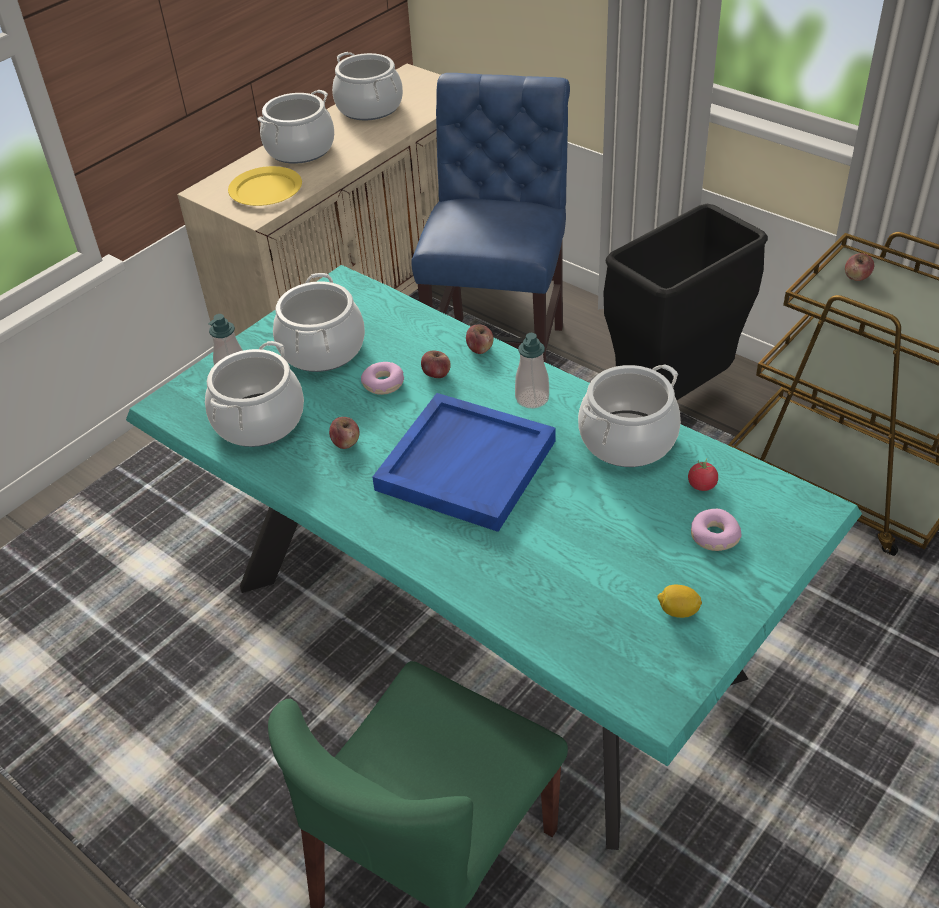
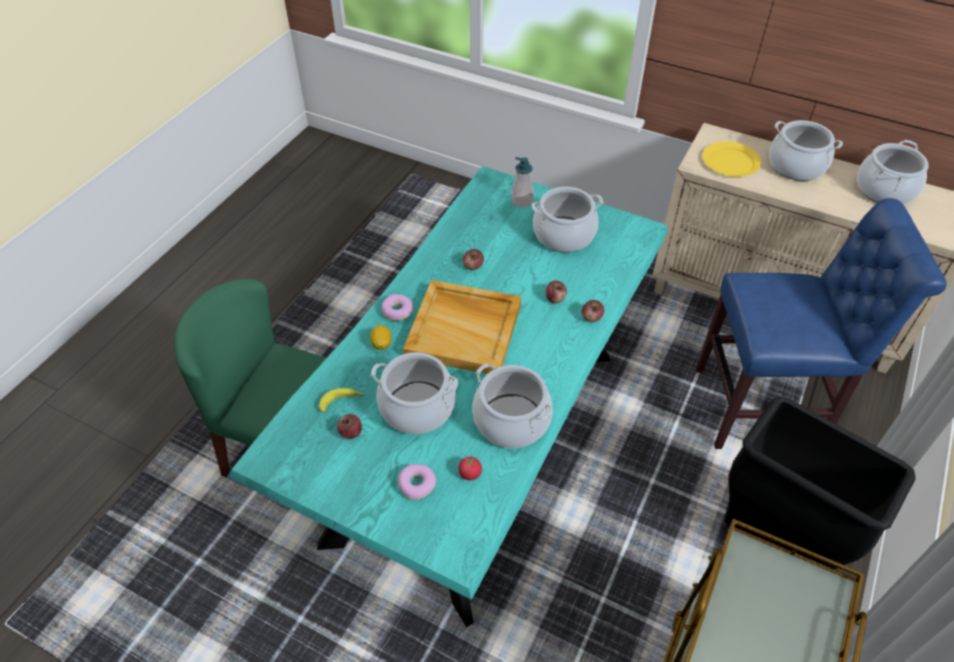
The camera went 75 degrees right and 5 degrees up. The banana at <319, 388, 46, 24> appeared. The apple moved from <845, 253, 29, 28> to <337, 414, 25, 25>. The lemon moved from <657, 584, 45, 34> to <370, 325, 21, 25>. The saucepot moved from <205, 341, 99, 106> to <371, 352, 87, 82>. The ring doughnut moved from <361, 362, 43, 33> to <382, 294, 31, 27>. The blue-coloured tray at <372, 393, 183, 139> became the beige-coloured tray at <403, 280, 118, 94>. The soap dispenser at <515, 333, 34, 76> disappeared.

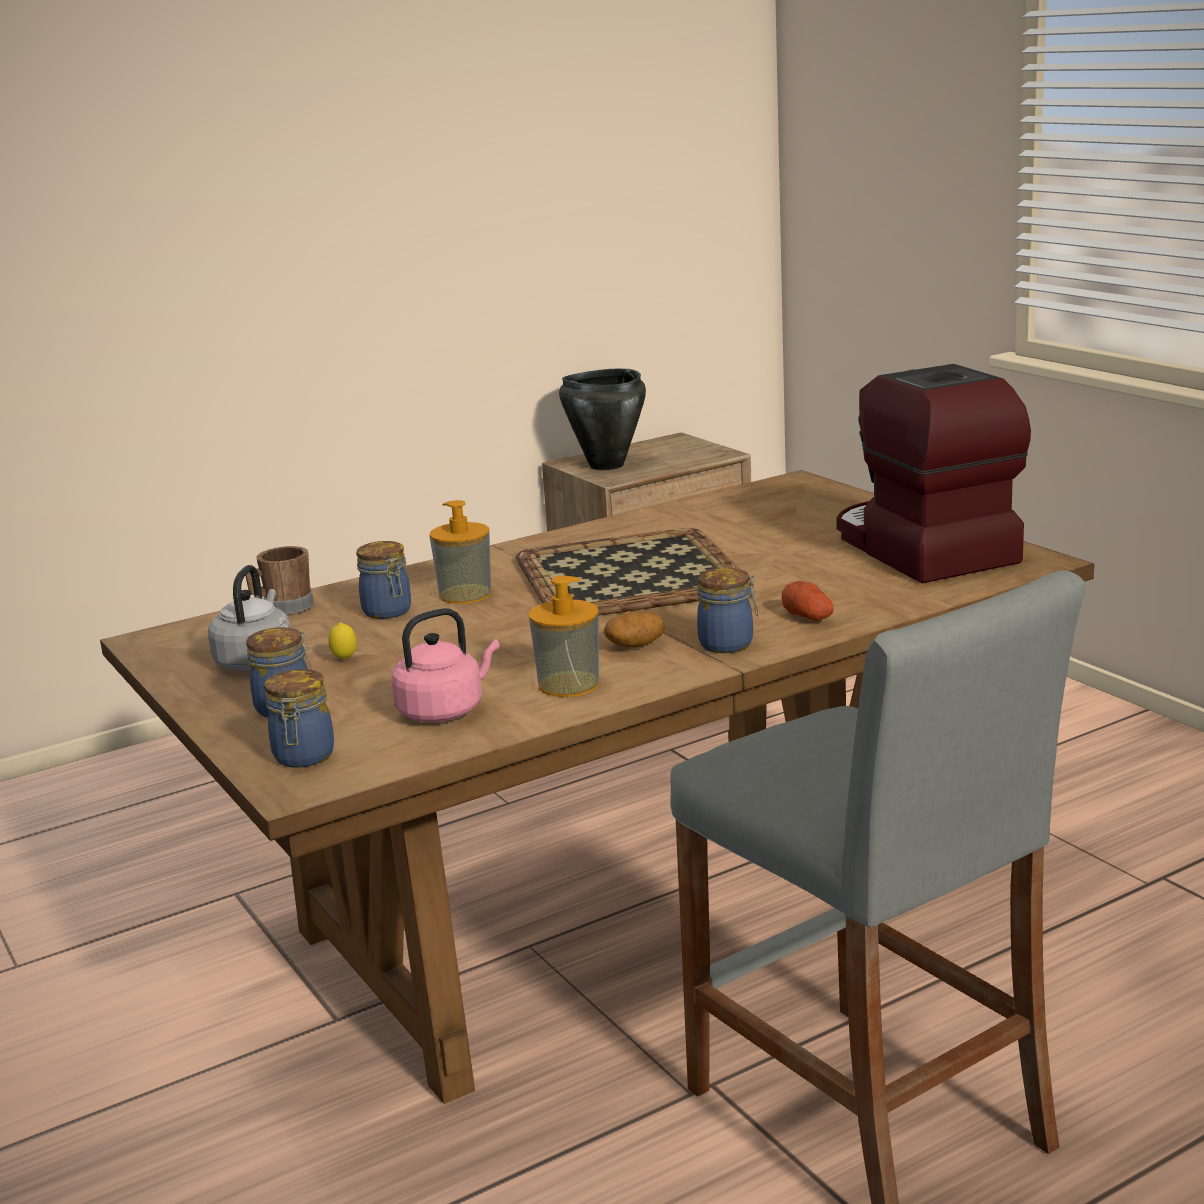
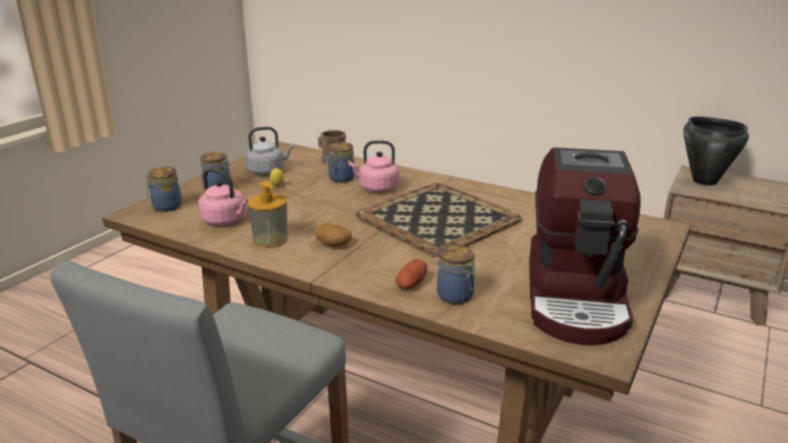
The camera went 60 degrees right and 5 degrees up. The soap dispenser at <430, 500, 61, 104> was replaced by the pinkish kettle at <348, 140, 51, 52>. The jar moved from <697, 567, 61, 86> to <437, 245, 38, 59>. The coffee machine at <836, 364, 195, 219> turned 150 degrees clockwise.

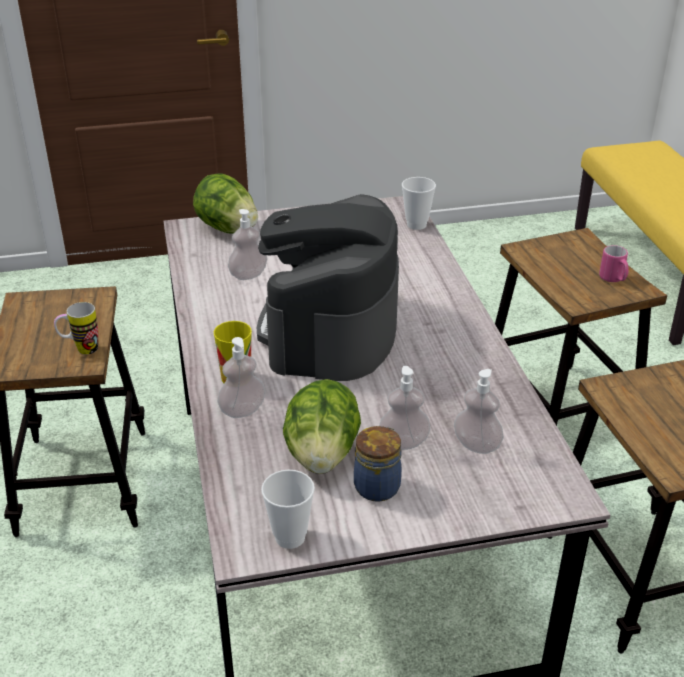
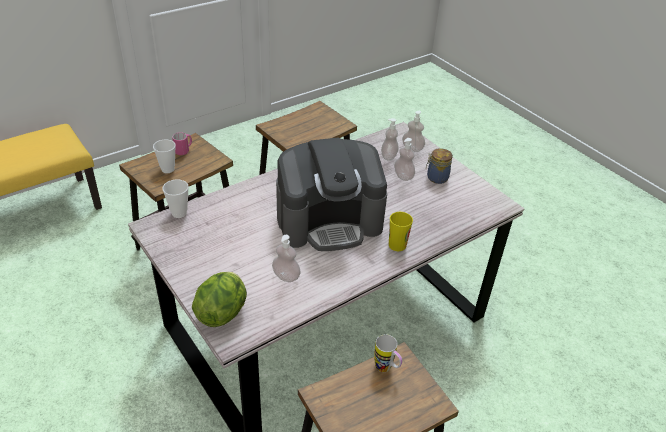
The camera went 115 degrees left and 5 degrees up. The cup moved from <261, 470, 54, 79> to <153, 140, 23, 33>. The soap dispenser moved from <217, 337, 49, 81> to <402, 111, 23, 41>. The head of lettuce at <283, 379, 78, 95> disappeared.

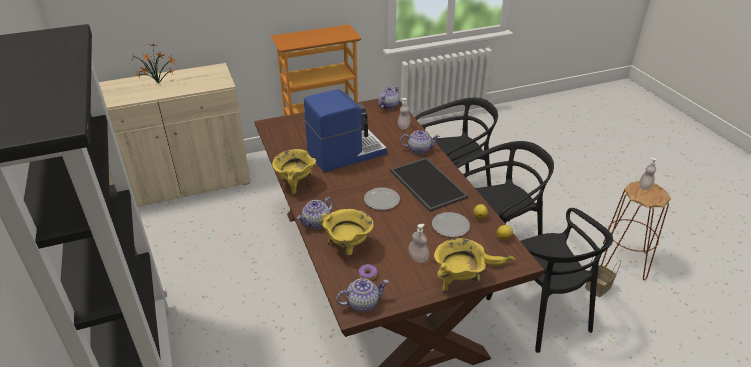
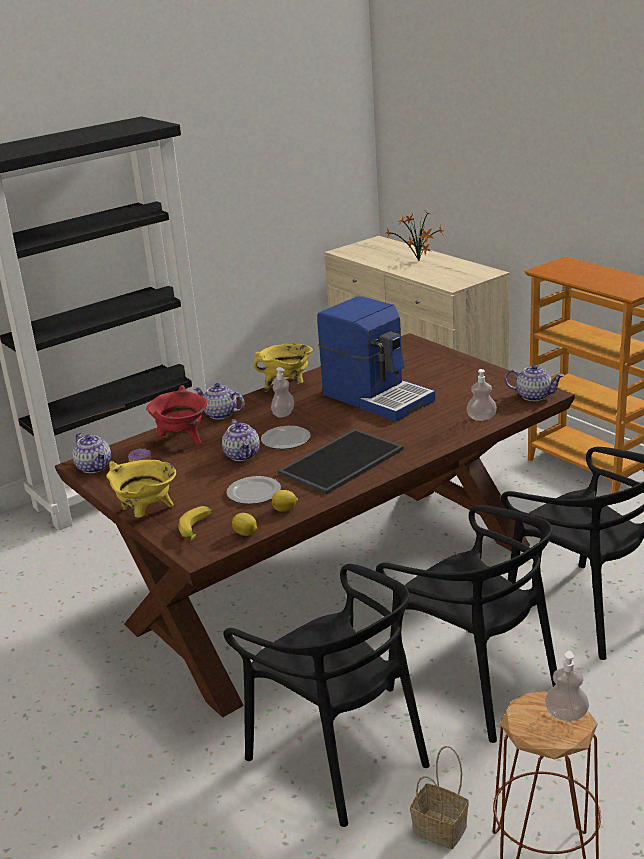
The camera went 75 degrees right and 10 degrees down. The yellow saucepot at <321, 209, 52, 46> became the red-coloured saucepot at <146, 385, 61, 61>. The tea pot moved from <400, 130, 40, 24> to <222, 419, 38, 42>. The blackish plain chair at <486, 208, 127, 145> turned 90 degrees counterclockwise. The soap dispenser moved from <408, 224, 21, 39> to <271, 367, 23, 51>.

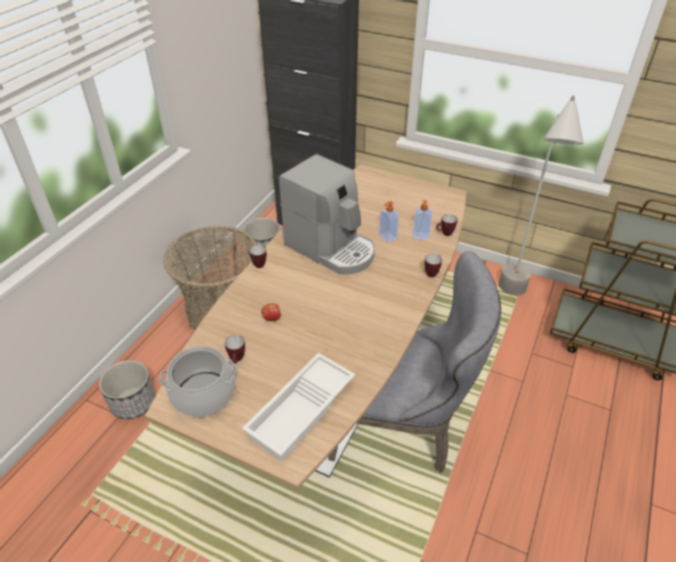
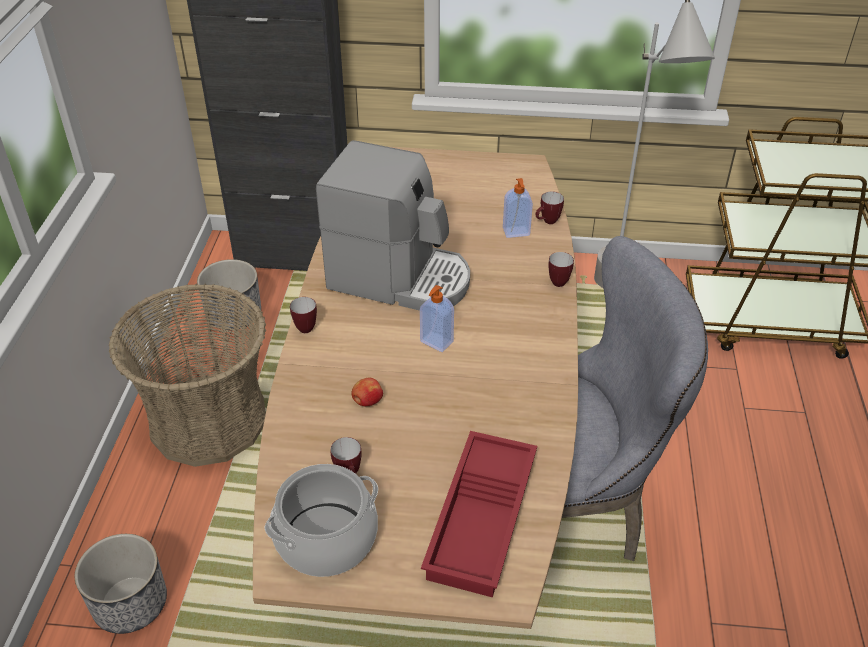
The camera went 20 degrees left and 0 degrees up. The soap dispenser moved from <379, 201, 20, 42> to <420, 285, 34, 67>. The white-coloured tray at <242, 353, 113, 108> became the red-coloured tray at <421, 431, 116, 167>.

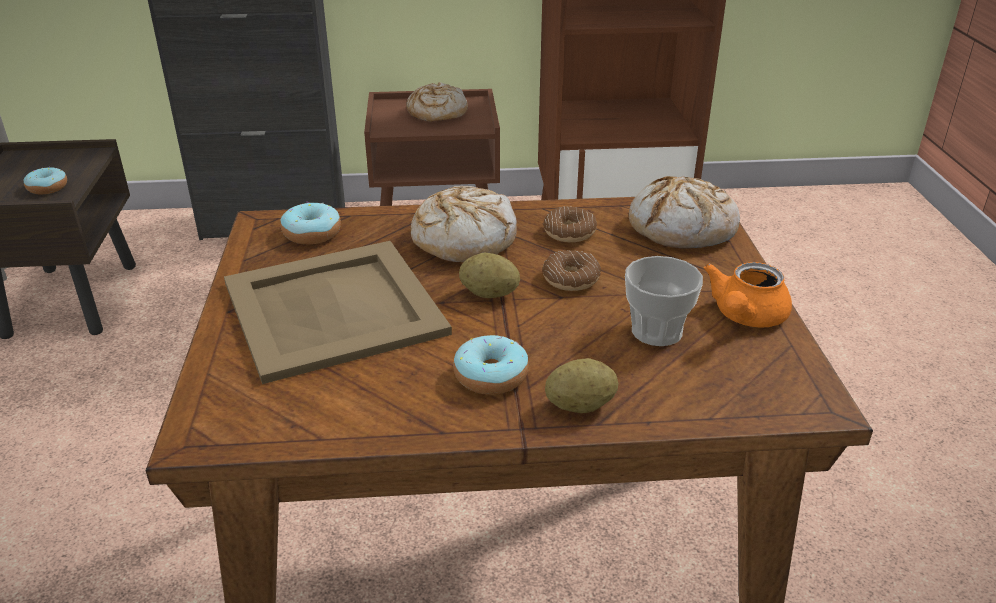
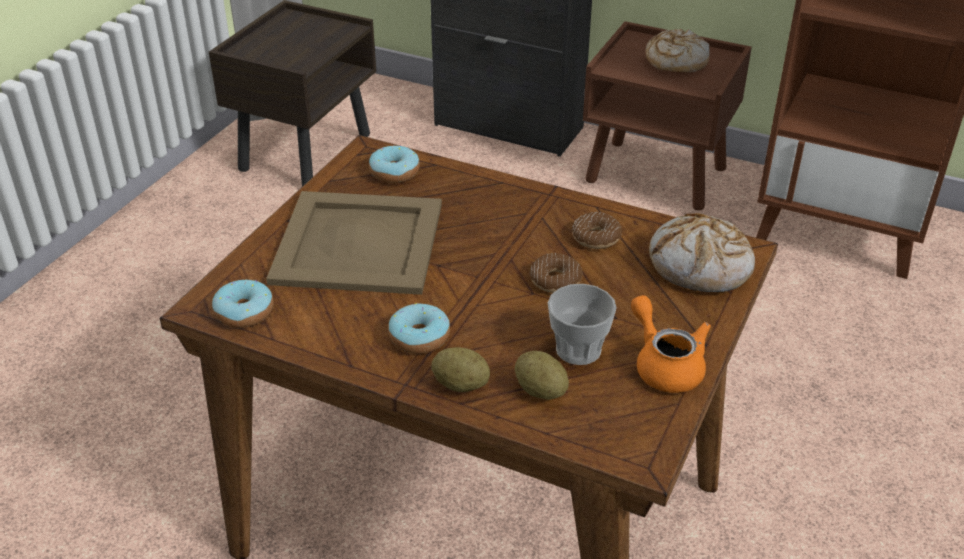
The camera went 30 degrees right and 5 degrees up. The ring doughnut moved from <23, 167, 44, 27> to <212, 280, 62, 48>. The spud moved from <459, 253, 61, 45> to <515, 351, 54, 49>. The orange tea pot at <704, 262, 88, 66> turned 90 degrees clockwise. The bakery bread at <411, 186, 106, 76> disappeared.

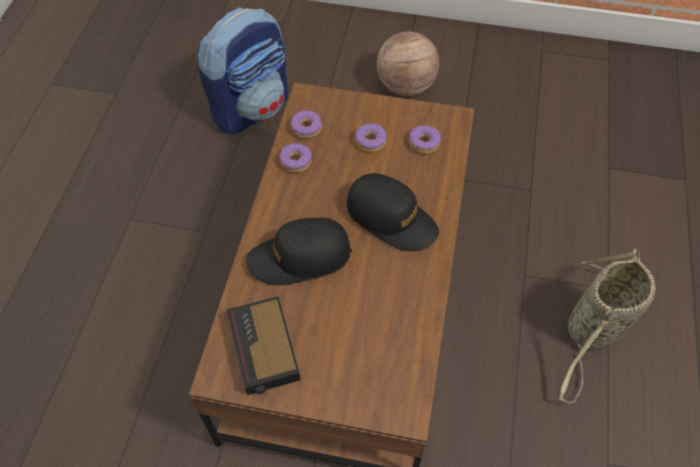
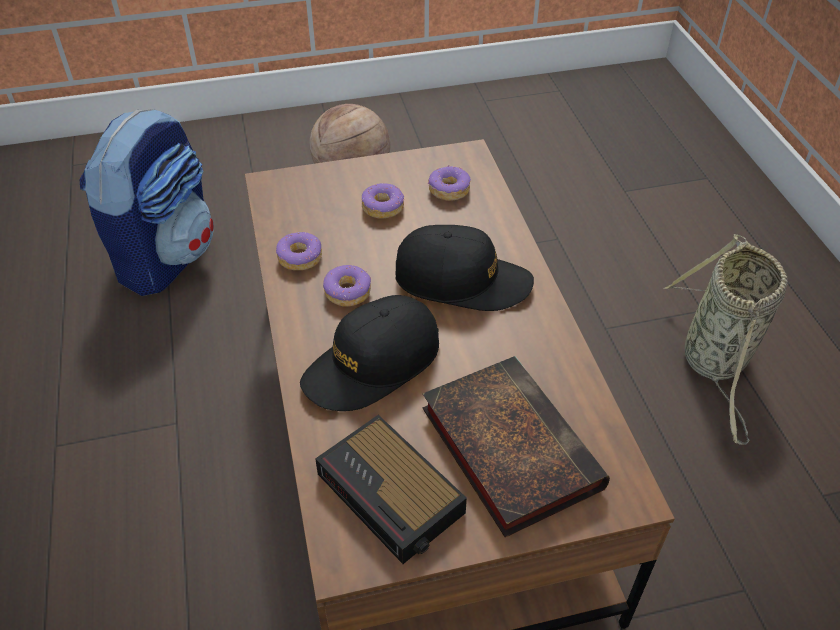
The camera went 25 degrees left and 10 degrees down. The ring doughnut moved from <291, 111, 31, 28> to <323, 265, 48, 42>. The bound book at <423, 356, 187, 182> appeared.

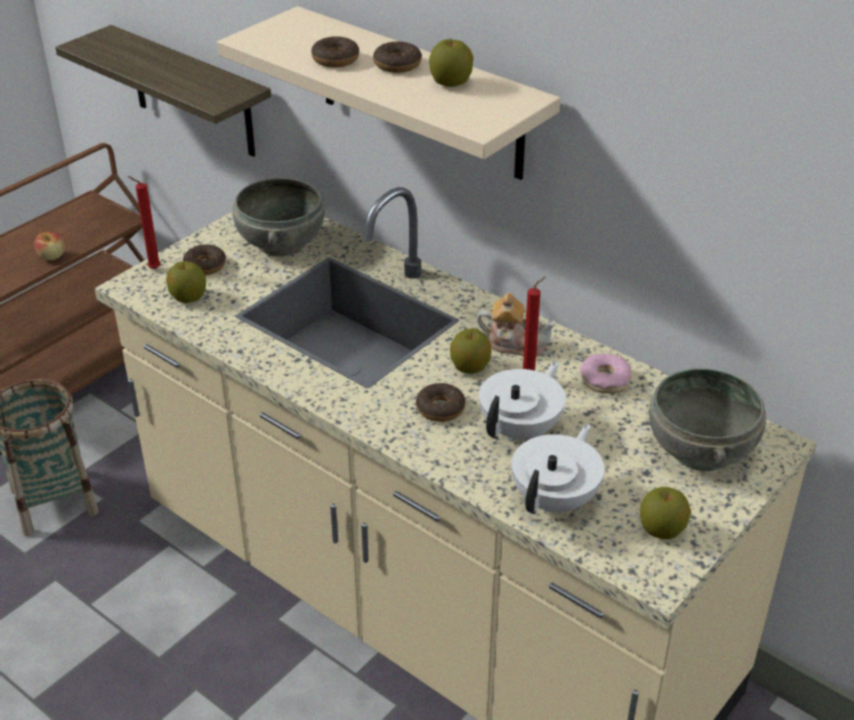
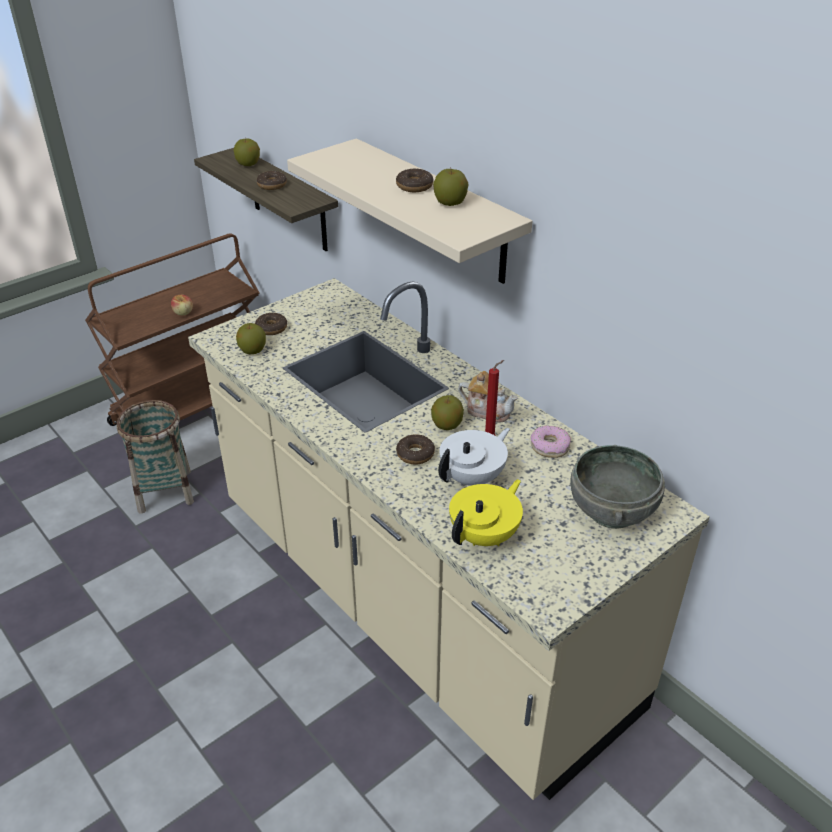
The camera went 10 degrees right and 0 degrees up. The apple moved from <640, 487, 51, 52> to <233, 138, 27, 28>. The ring doughnut moved from <311, 37, 48, 30> to <256, 171, 31, 19>. The white-coloured tea pot at <511, 424, 93, 90> became the yellow tea pot at <449, 479, 74, 67>. The red-coloured candle at <127, 176, 34, 93> disappeared. The gray deep dish at <232, 178, 93, 78> disappeared.

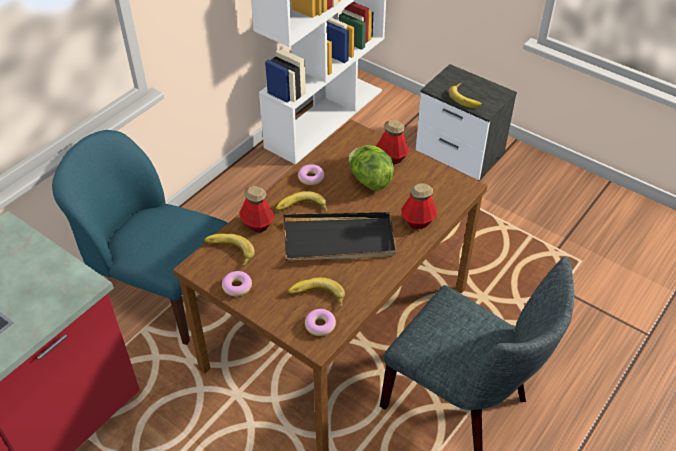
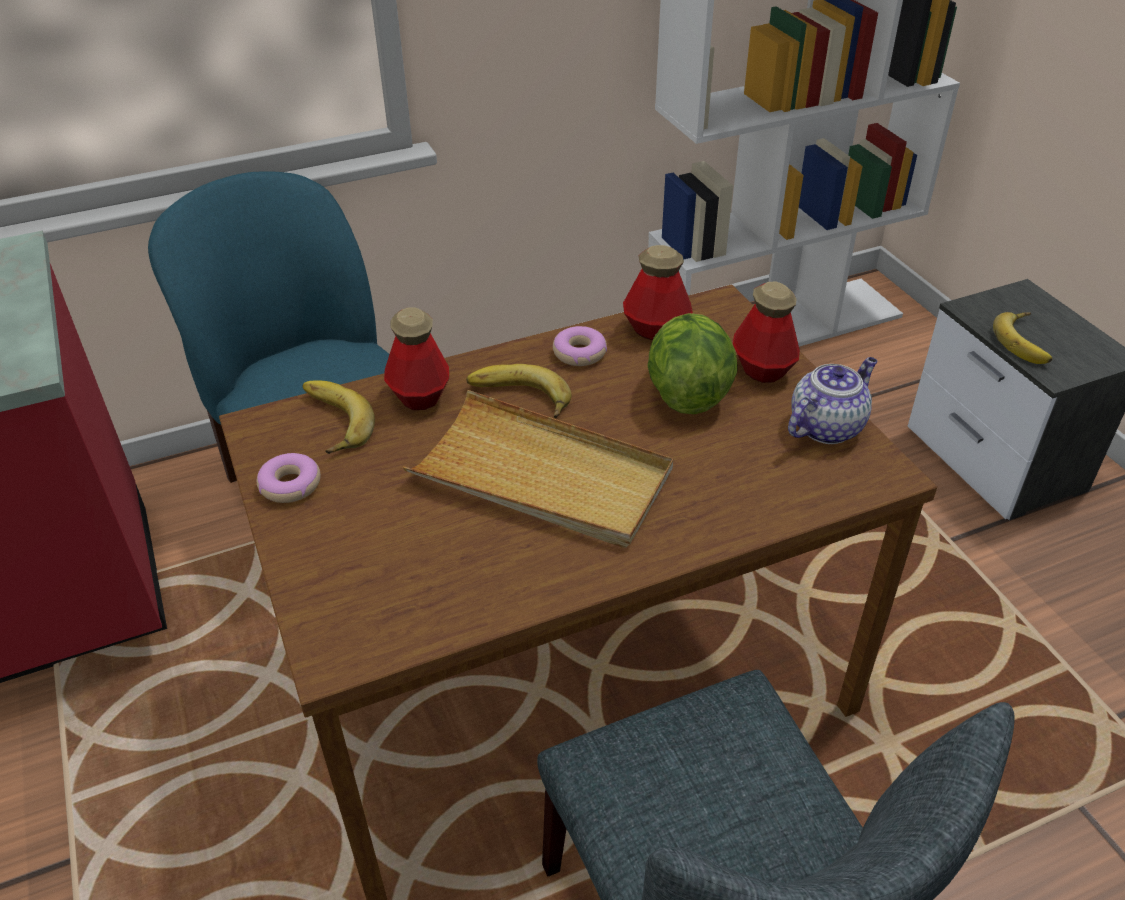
The camera went 30 degrees right and 5 degrees down. The blackish tray at <283, 212, 113, 48> became the beige-coloured tray at <402, 390, 271, 157>. The beverage bottle moved from <401, 183, 36, 46> to <623, 245, 70, 96>. The tea pot at <788, 357, 89, 87> appeared. The banana at <288, 277, 57, 31> disappeared. The ring doughnut at <305, 309, 31, 27> disappeared.

